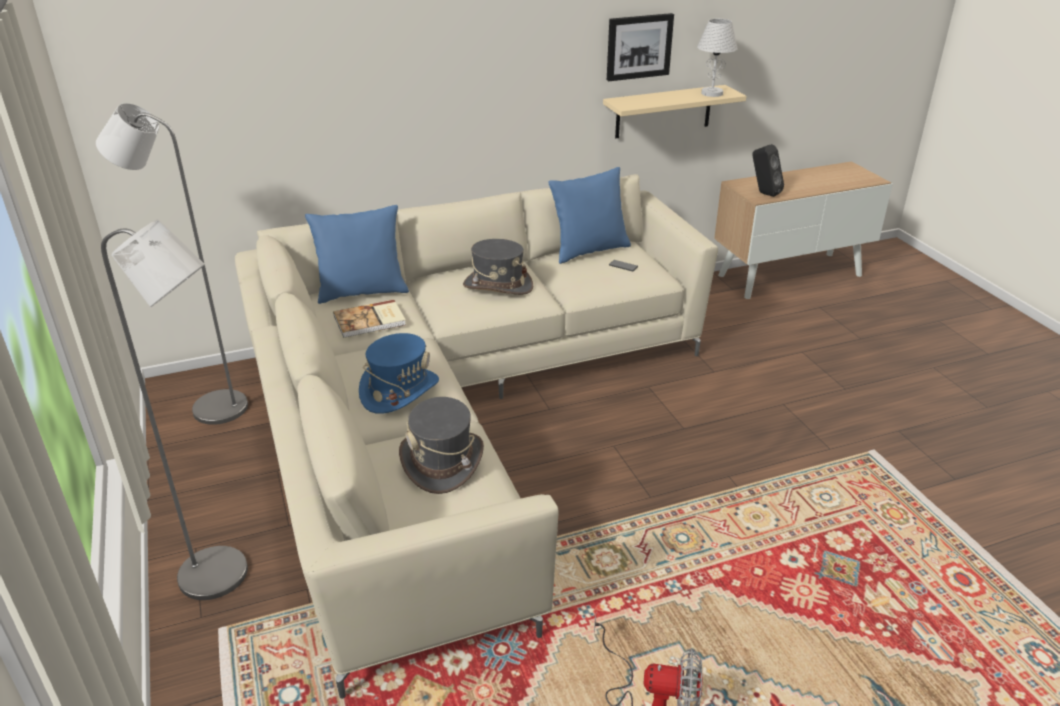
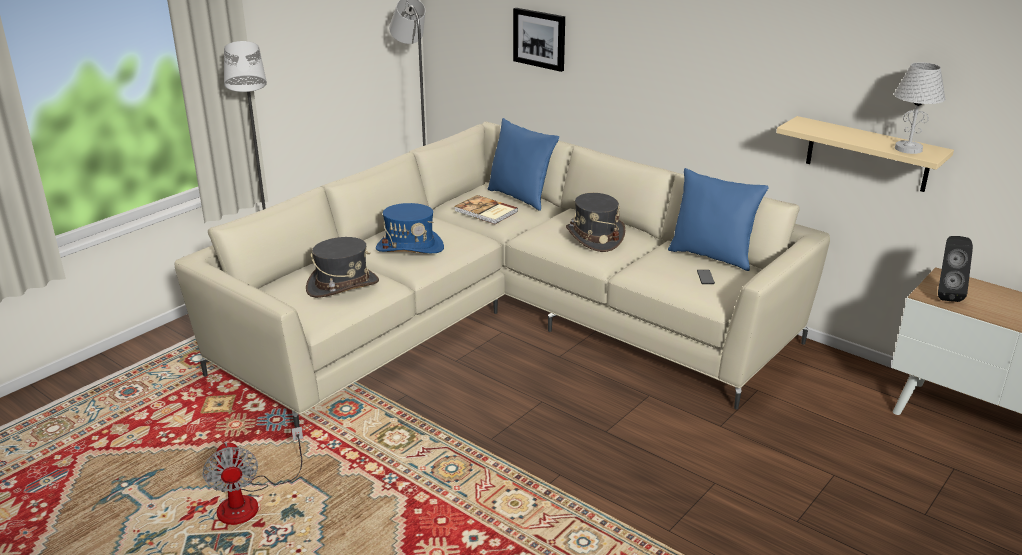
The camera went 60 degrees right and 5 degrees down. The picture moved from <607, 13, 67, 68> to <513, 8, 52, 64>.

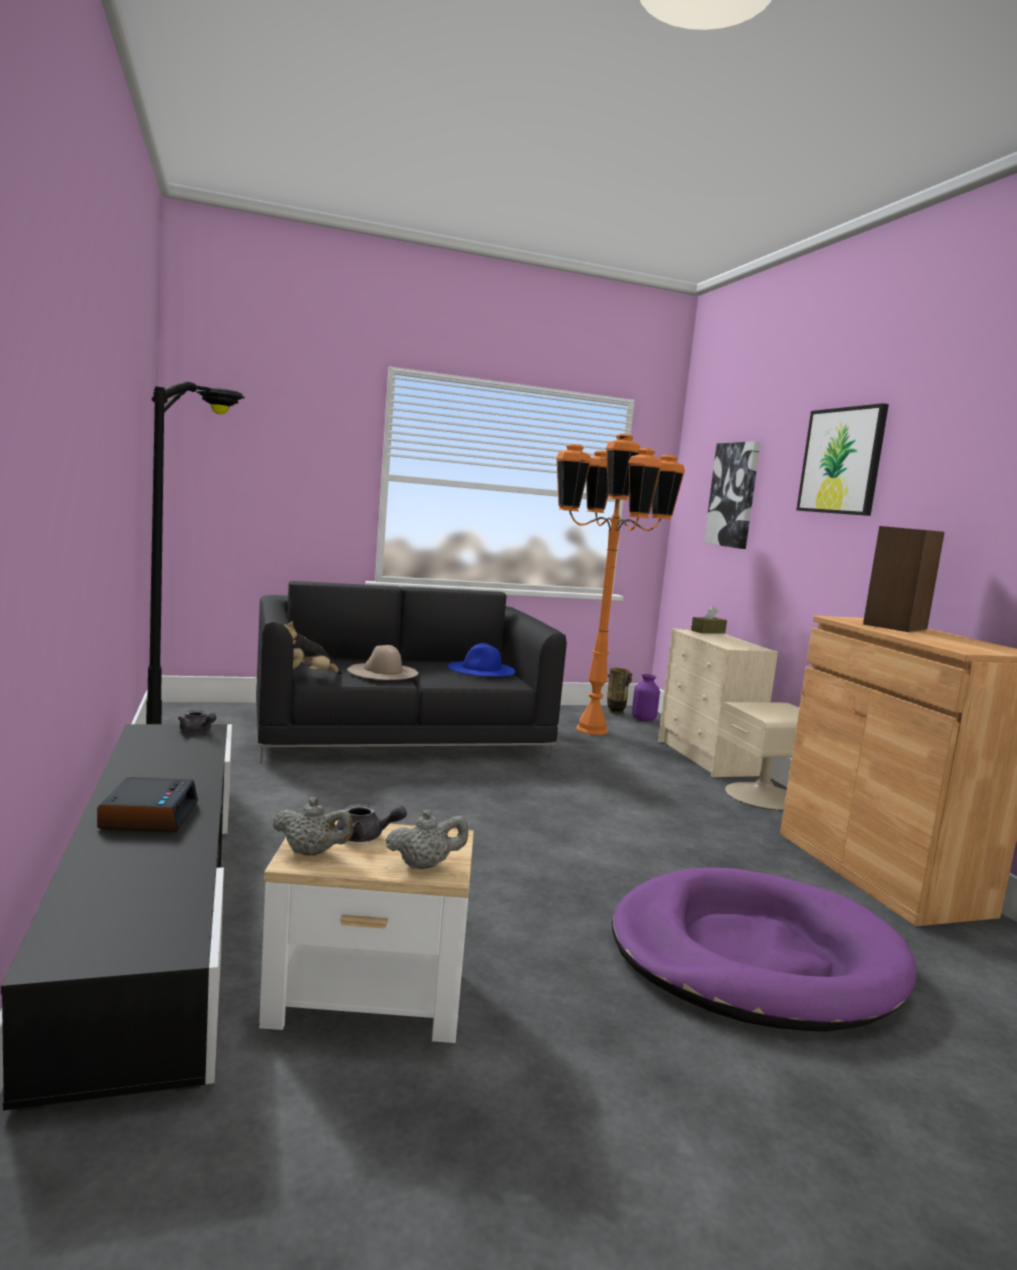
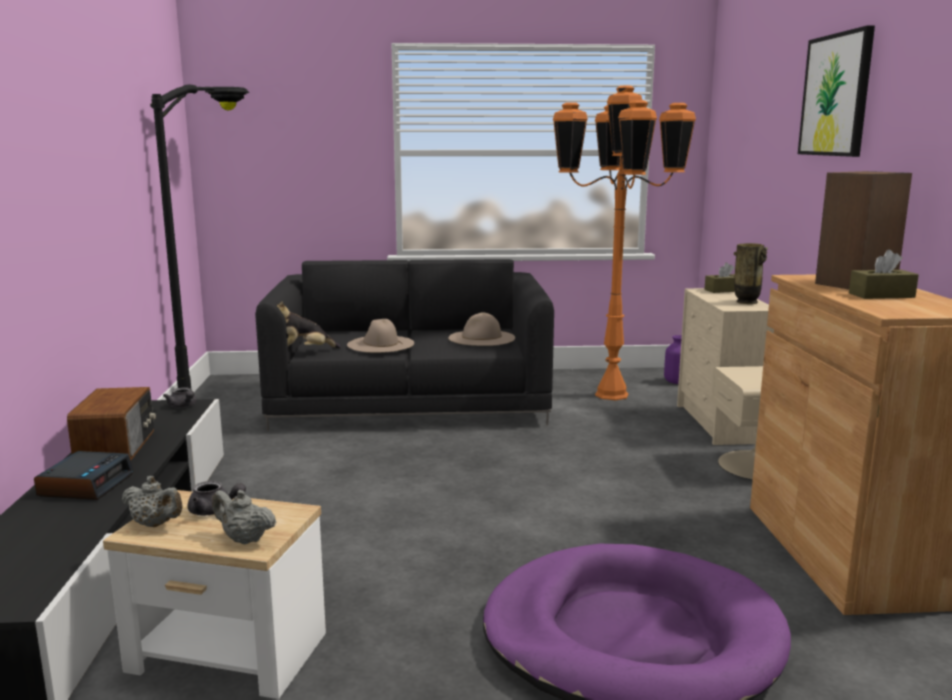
The camera went 15 degrees right and 5 degrees up. The radio receiver at <67, 387, 89, 73> appeared. The gray tea pot at <386, 810, 82, 59> turned 150 degrees counterclockwise. The blue-coloured wearable hat at <448, 643, 68, 34> became the beige-coloured wearable hat at <448, 313, 67, 33>. The decorative vase moved from <607, 668, 25, 46> to <734, 243, 34, 61>. The brown box of tissues at <849, 250, 70, 49> appeared. The picture at <704, 441, 57, 108> disappeared.

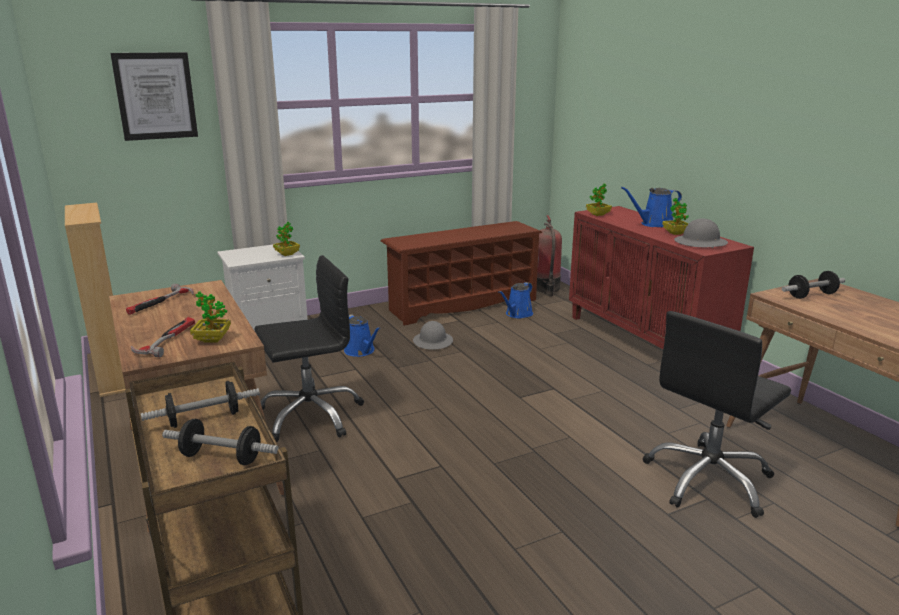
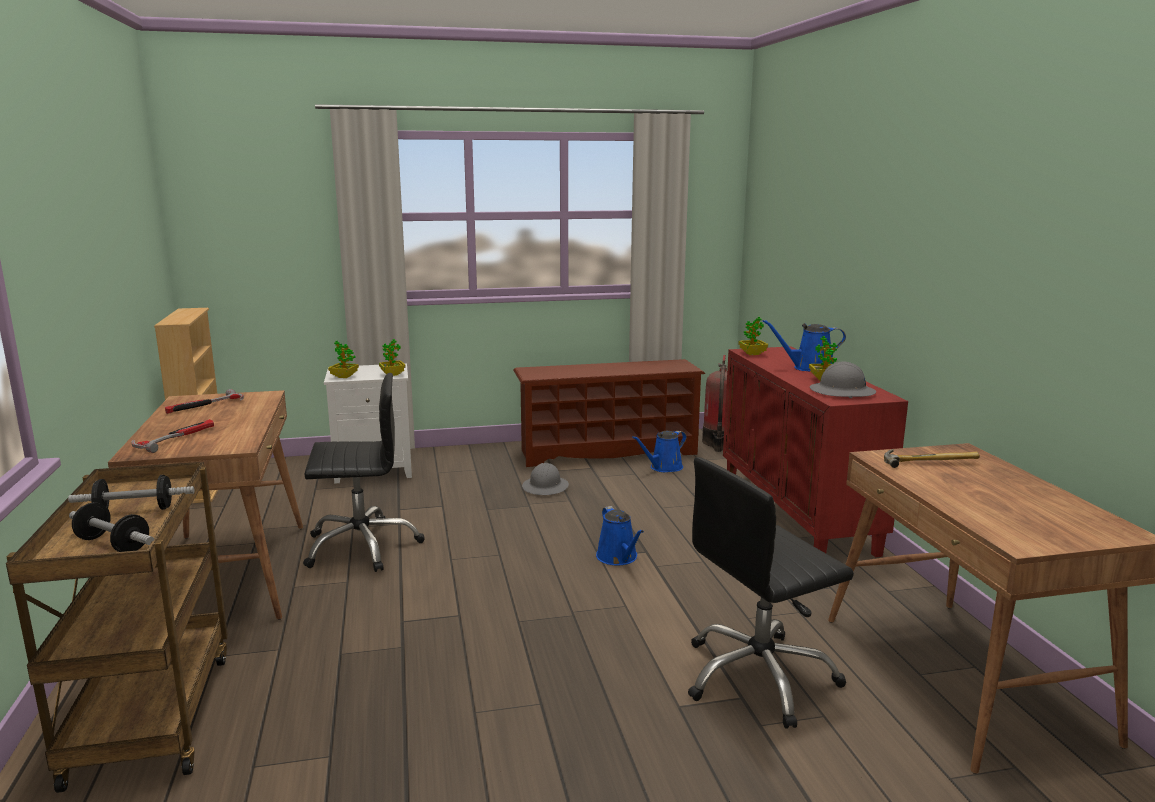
The camera went 15 degrees right and 5 degrees down. The houseplant moved from <190, 292, 41, 50> to <328, 341, 31, 37>. The blue-coloured watering can moved from <344, 314, 37, 43> to <596, 506, 48, 59>. The dumbbell at <782, 271, 63, 28> was replaced by the hand hammer at <884, 449, 96, 19>. The picture at <110, 52, 88, 89> disappeared.

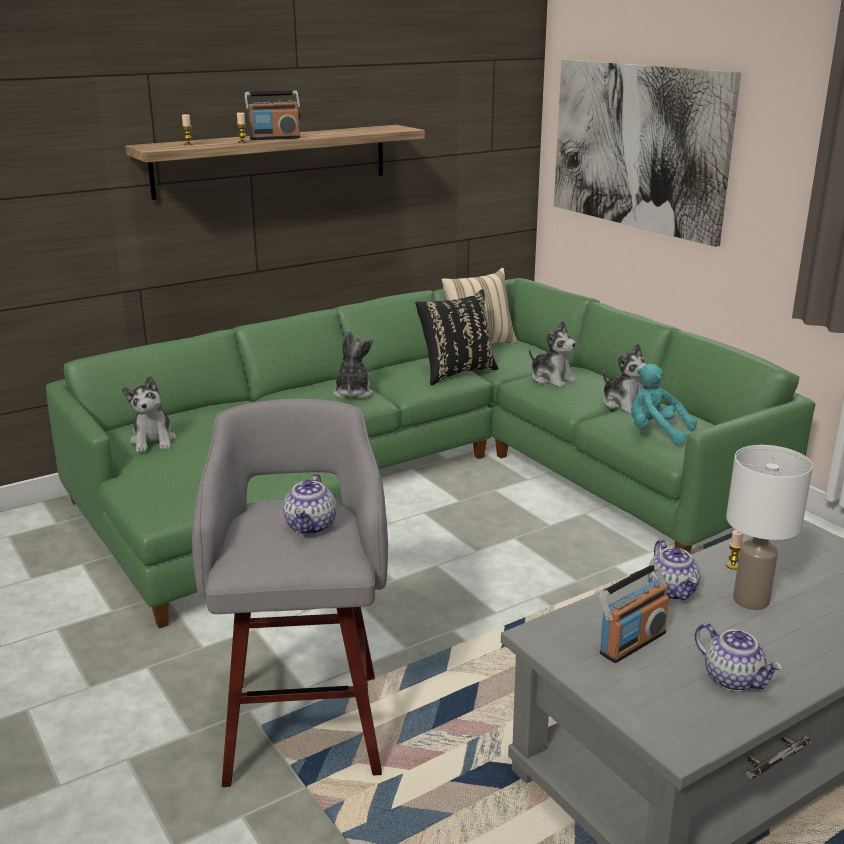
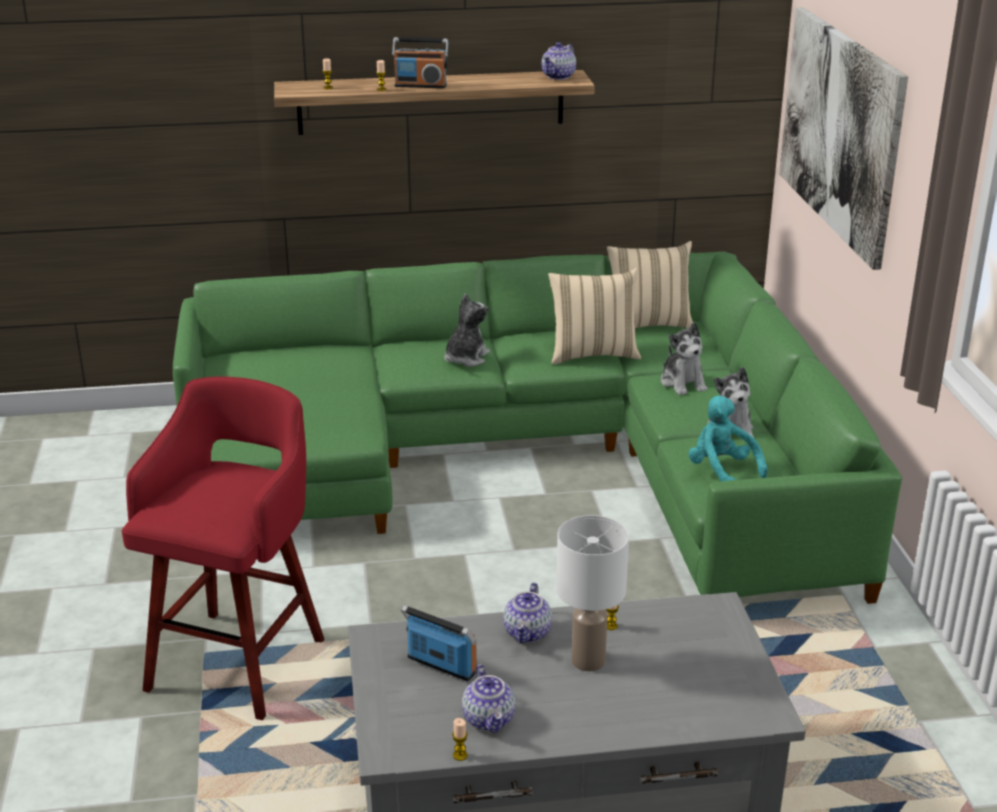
The camera went 25 degrees right and 5 degrees up. The gray stool seat at <192, 399, 196, 388> became the red-coloured stool seat at <122, 377, 203, 343>. The radio receiver at <598, 564, 71, 99> turned 135 degrees counterclockwise. The candle at <452, 718, 16, 43> appeared. The tea pot moved from <283, 474, 53, 60> to <542, 42, 34, 38>. The blackish cushion at <415, 289, 84, 96> became the beige-coloured cushion at <548, 268, 93, 97>. The cuddly toy at <122, 376, 55, 76> disappeared.

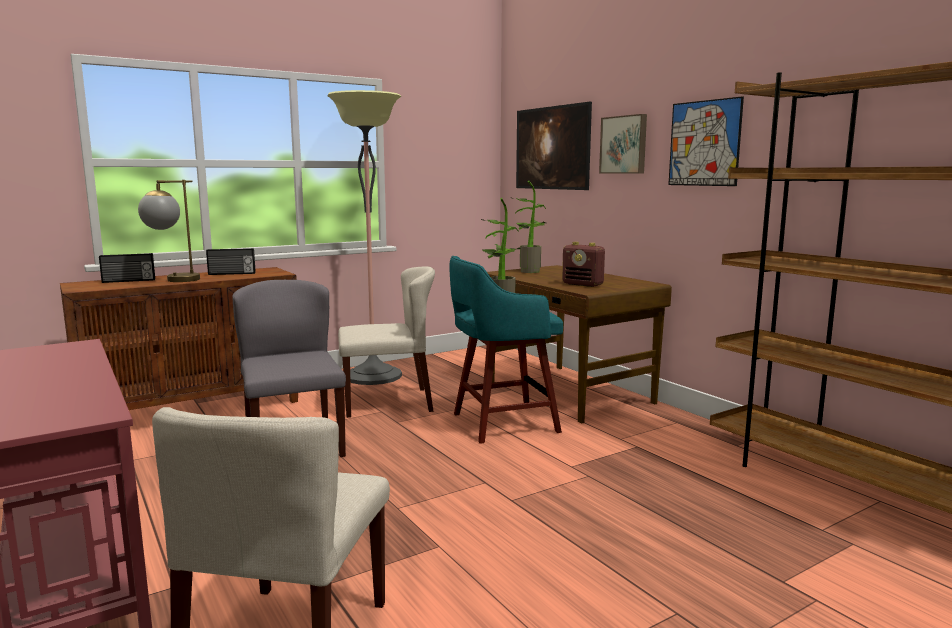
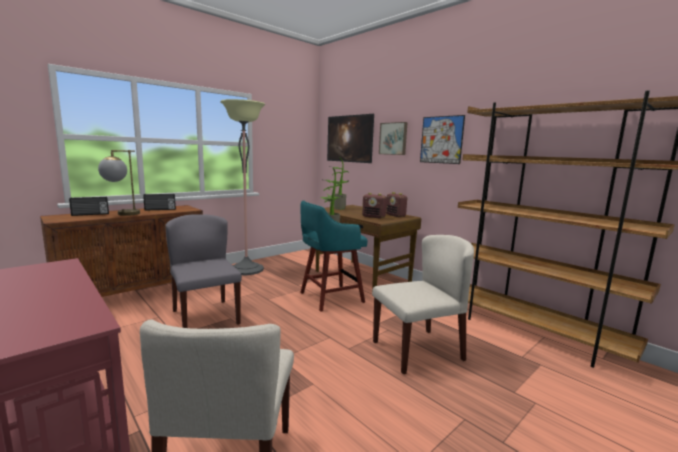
The camera went 10 degrees left and 0 degrees up. The beige-coloured plain chair moved from <338, 266, 97, 152> to <372, 235, 102, 139>. The radio receiver at <386, 192, 21, 25> appeared.

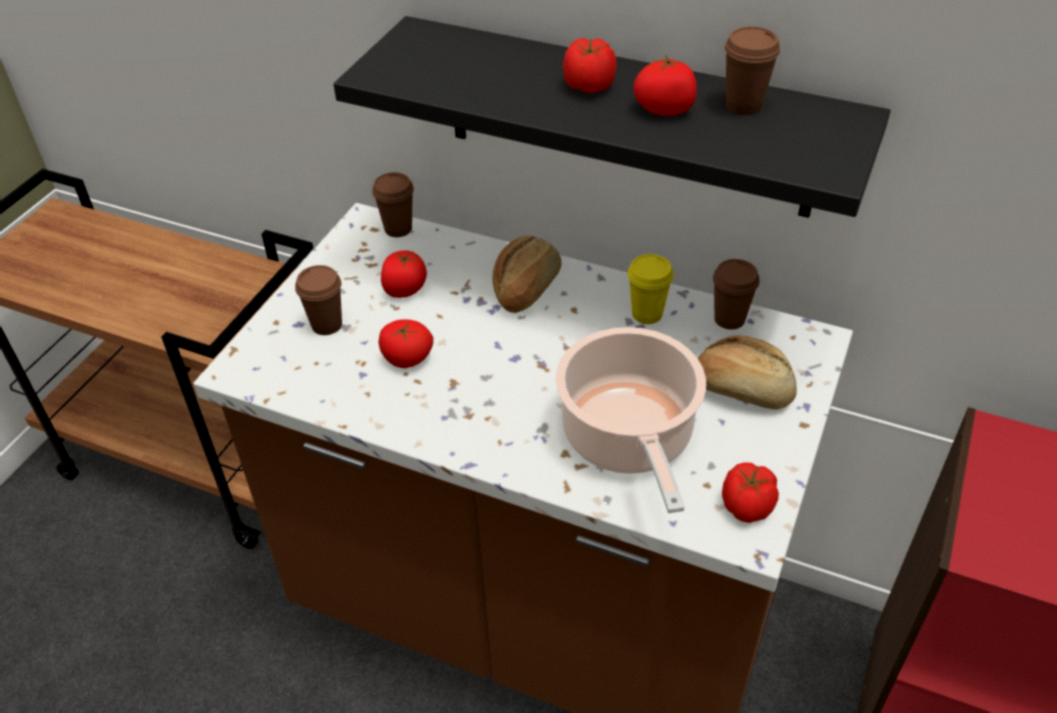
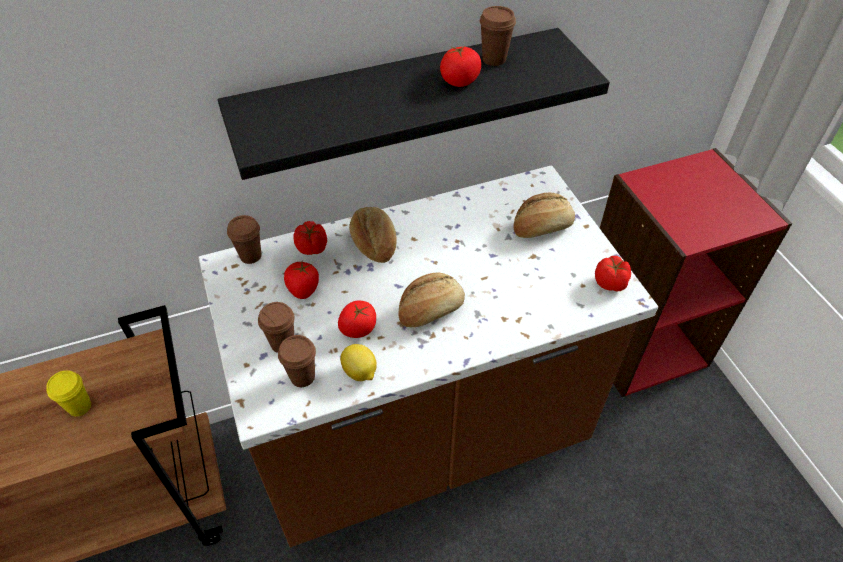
The camera went 45 degrees left and 5 degrees up. The yellow cup moved from <628, 254, 46, 70> to <46, 370, 45, 46>. The brown cup moved from <713, 259, 47, 71> to <278, 335, 38, 52>. The whole tomato moved from <563, 38, 54, 55> to <293, 221, 34, 34>. The lemon at <340, 344, 37, 37> appeared. The bakery bread at <399, 273, 66, 54> appeared. The saucepot at <555, 327, 151, 186> disappeared.

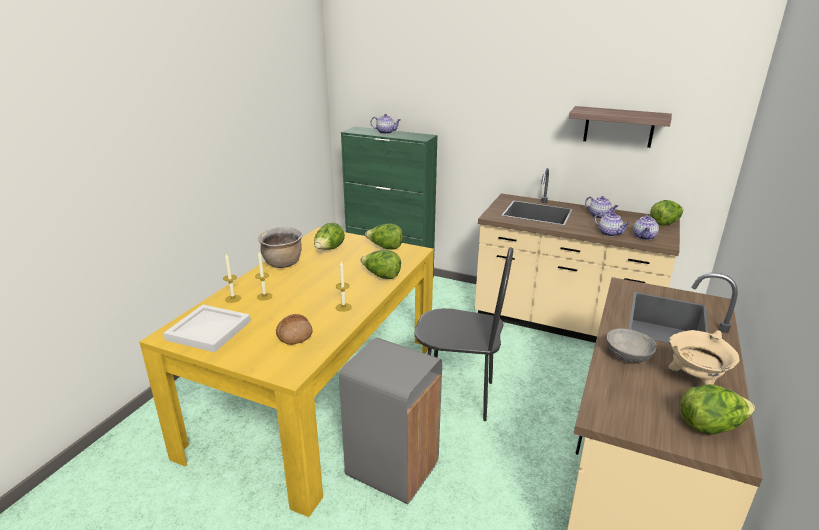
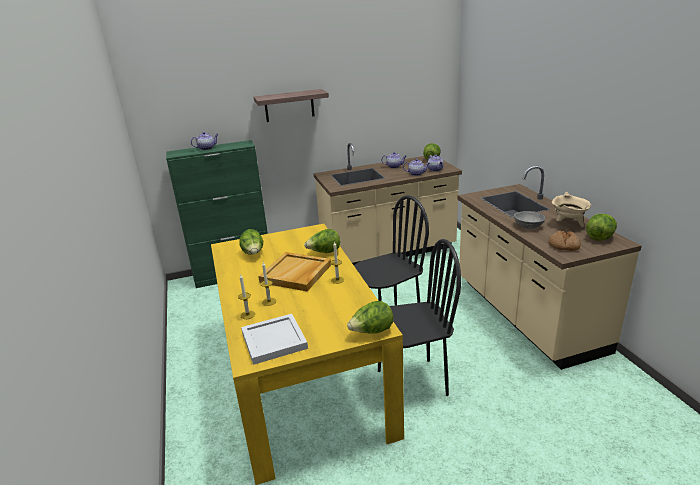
The camera went 40 degrees left and 0 degrees up. The shelf moved from <569, 106, 103, 42> to <254, 89, 75, 33>. The beige-coloured tray at <258, 252, 73, 40> appeared. The head of lettuce moved from <365, 223, 38, 26> to <347, 301, 46, 33>. The gray rubbish bin at <339, 337, 103, 167> was replaced by the blackish plain chair at <378, 239, 83, 157>. The bakery bread moved from <276, 314, 37, 31> to <548, 231, 33, 20>. The brown saucepot at <258, 227, 45, 41> disappeared.

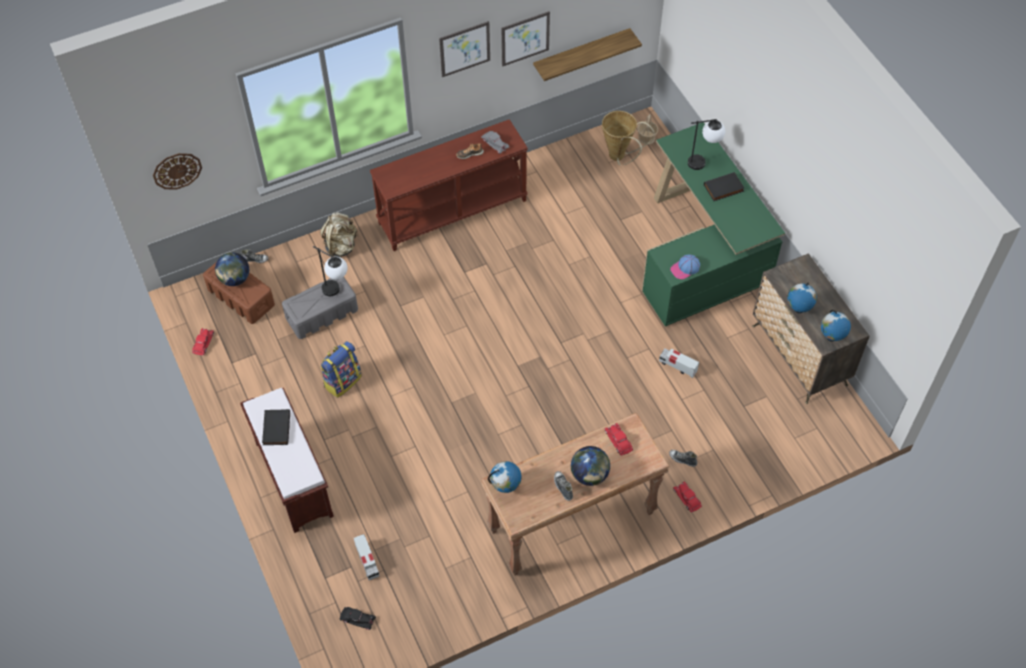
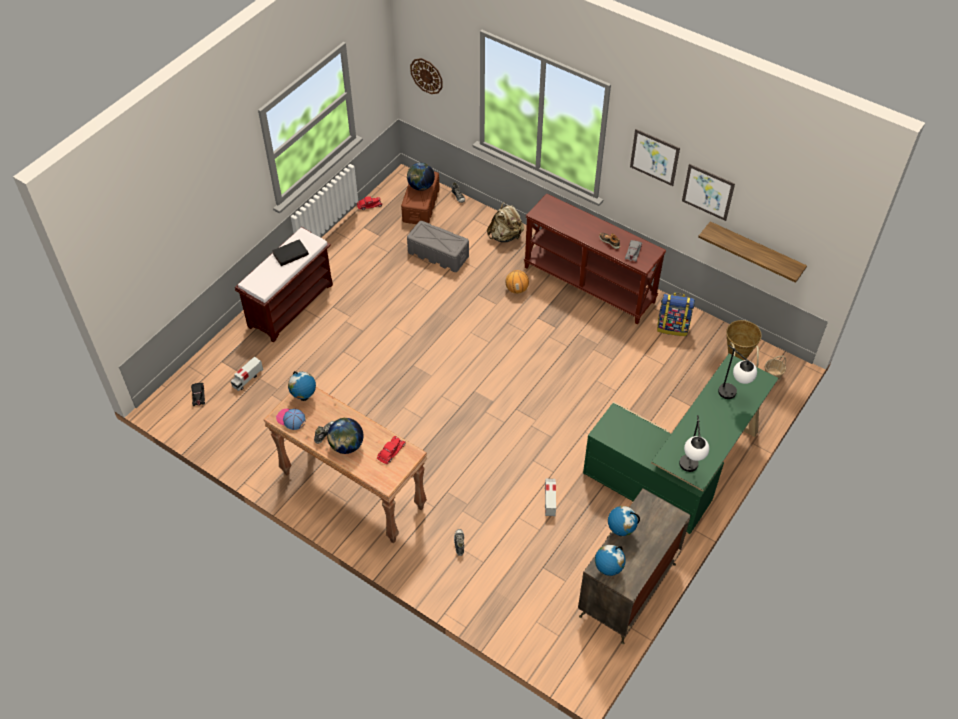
The camera went 60 degrees right and 5 degrees down. The cap moved from <670, 254, 30, 25> to <276, 409, 30, 21>. The basketball ball at <506, 270, 23, 24> appeared. The backpack moved from <320, 341, 42, 57> to <657, 293, 38, 43>. The lamp for a table moved from <313, 246, 35, 50> to <679, 415, 30, 57>. The red-coloured miniature car at <673, 482, 29, 30> disappeared. The blackish bound book at <704, 172, 40, 29> disappeared.

